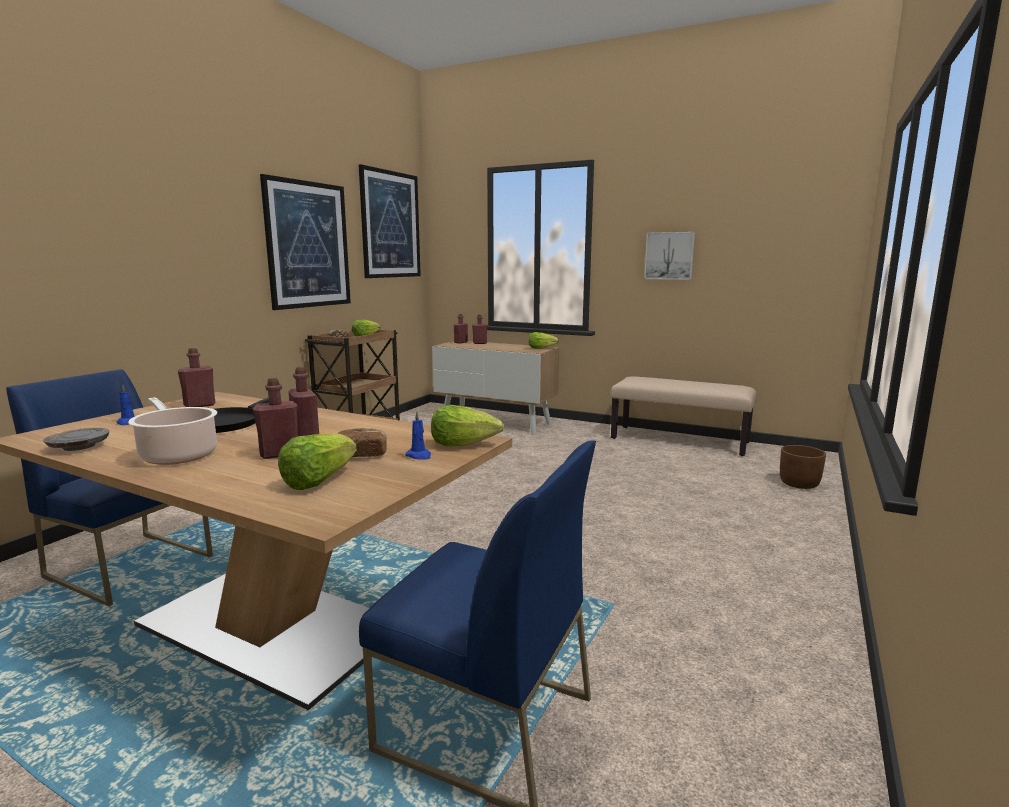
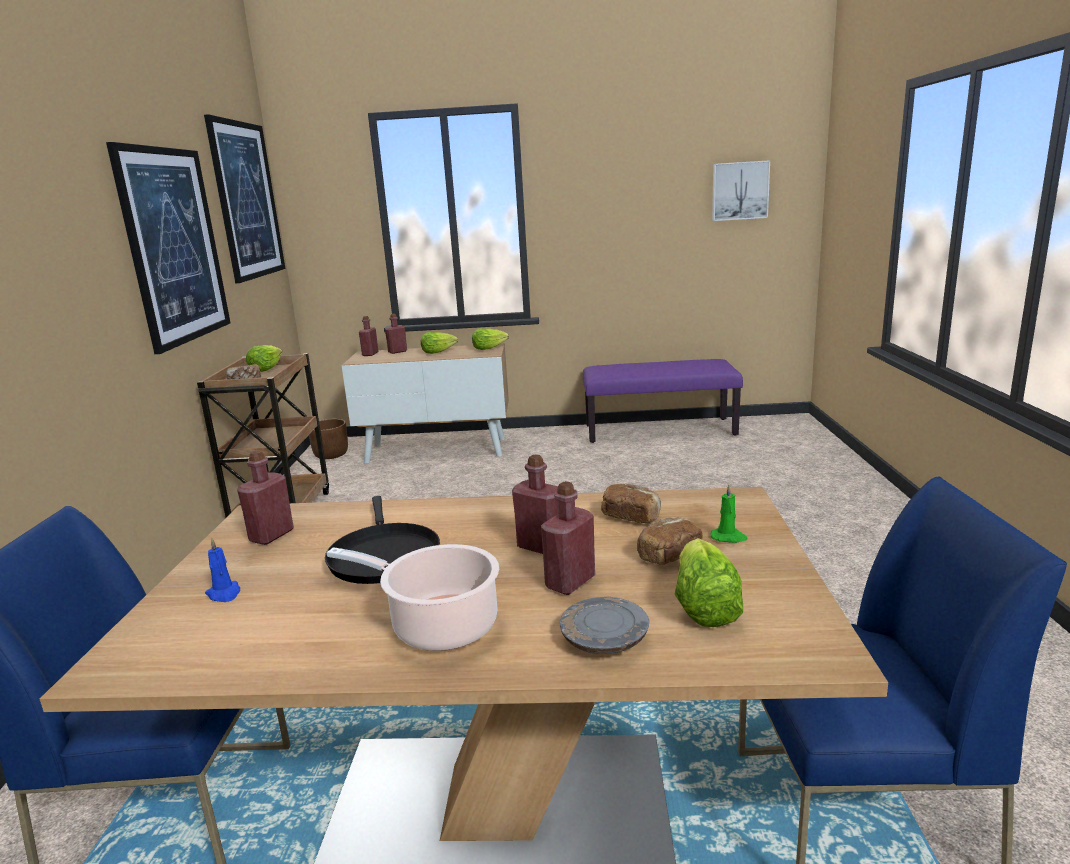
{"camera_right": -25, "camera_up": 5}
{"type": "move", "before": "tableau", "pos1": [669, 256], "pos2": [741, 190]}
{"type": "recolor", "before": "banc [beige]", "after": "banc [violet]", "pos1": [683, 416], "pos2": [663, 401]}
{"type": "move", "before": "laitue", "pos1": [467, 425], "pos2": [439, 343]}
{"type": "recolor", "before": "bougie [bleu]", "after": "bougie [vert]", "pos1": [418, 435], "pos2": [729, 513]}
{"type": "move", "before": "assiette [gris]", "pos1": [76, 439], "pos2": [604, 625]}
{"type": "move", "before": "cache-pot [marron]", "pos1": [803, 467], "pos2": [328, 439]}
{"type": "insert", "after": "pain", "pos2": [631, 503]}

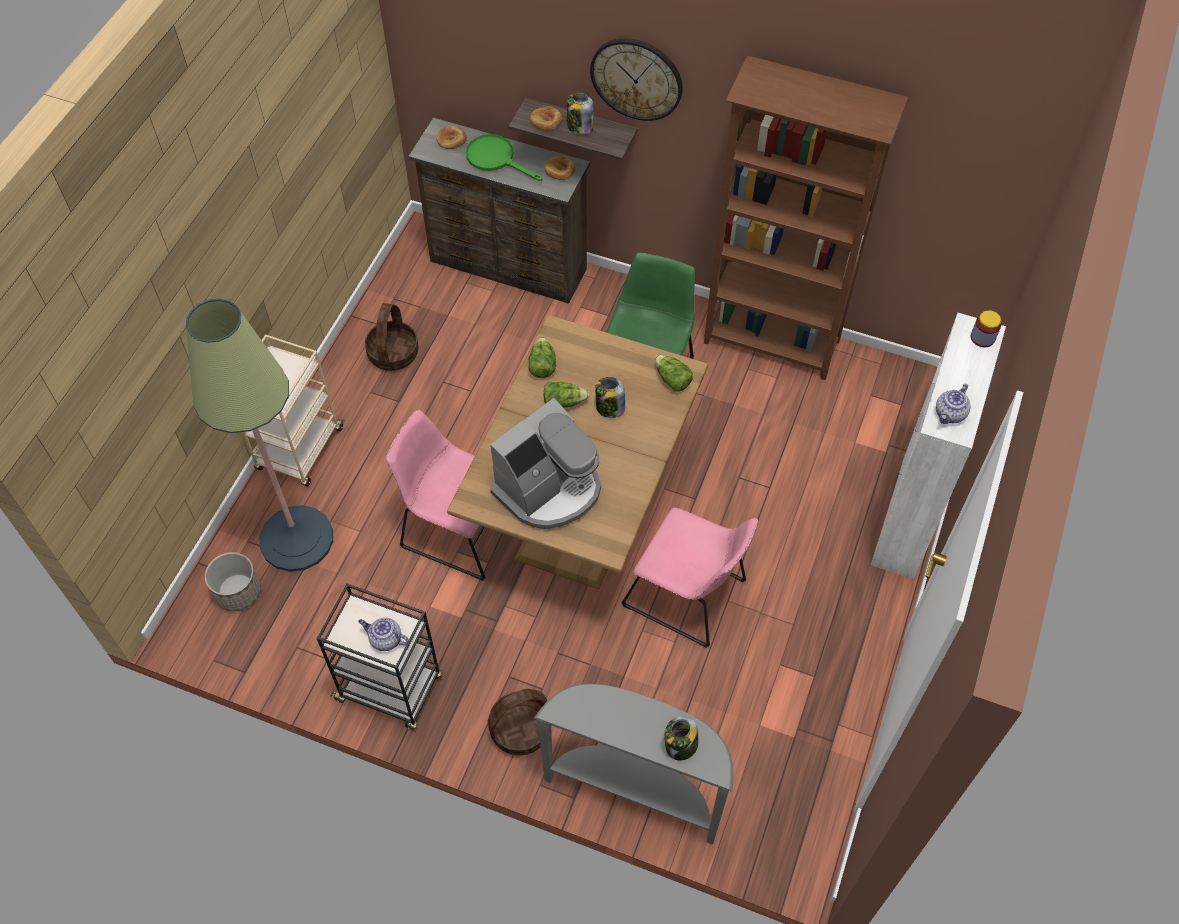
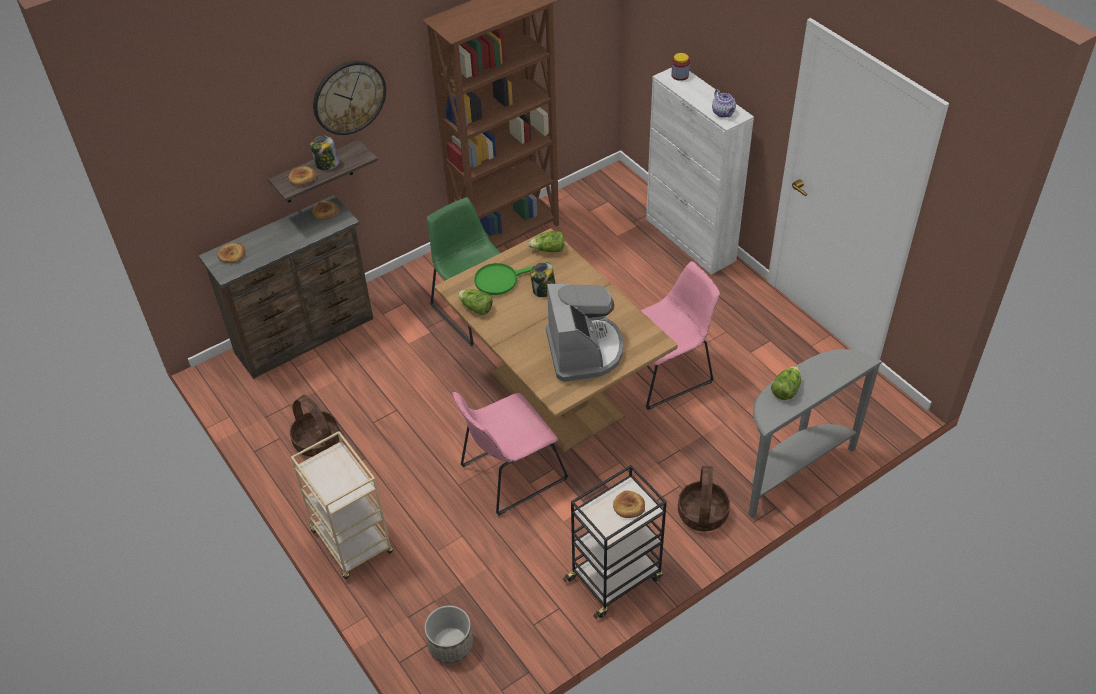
{"camera_right": -55, "camera_up": -10}
{"type": "move", "before": "poêle [vert]", "pos1": [504, 157], "pos2": [512, 278]}
{"type": "delete", "before": "lampadaire", "pos1": [259, 435]}
{"type": "move", "before": "laitue", "pos1": [566, 395], "pos2": [786, 383]}
{"type": "replace", "before": "théière", "after": "pain", "pos1": [383, 634], "pos2": [629, 504]}
{"type": "delete", "before": "bocal", "pos1": [682, 738]}

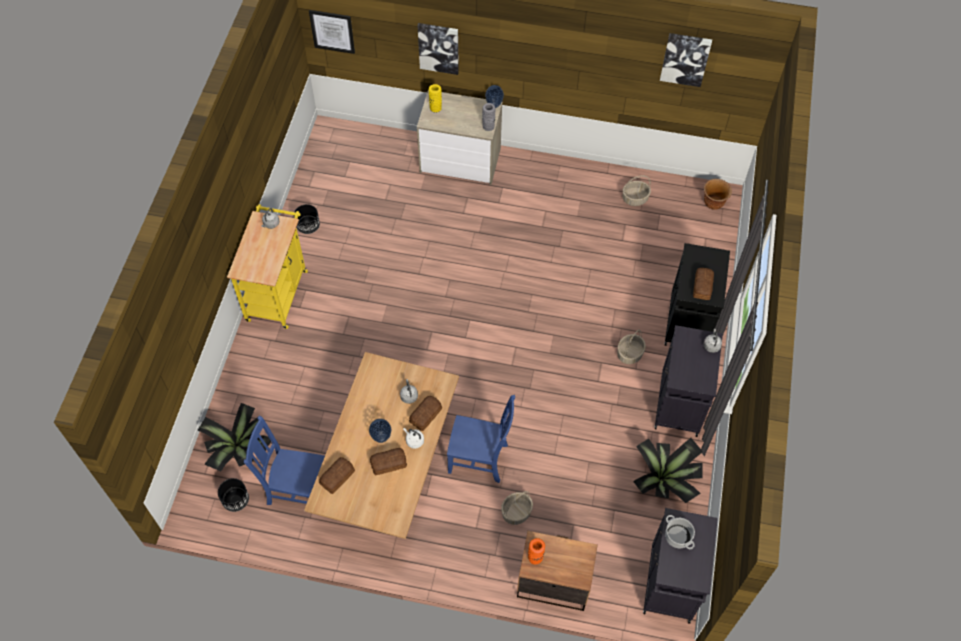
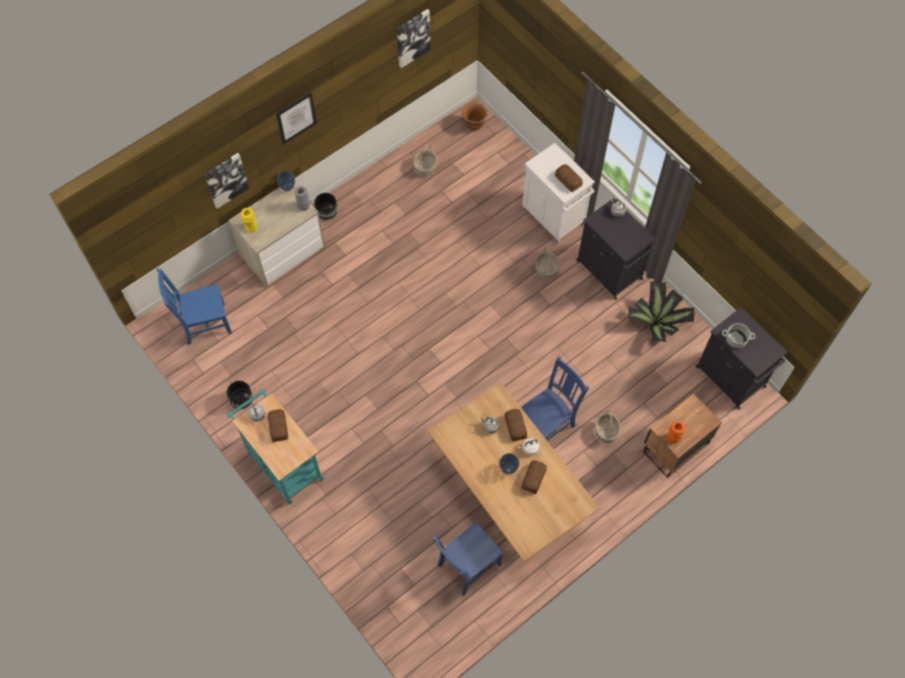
{"camera_right": -50, "camera_up": 5}
{"type": "move", "before": "tableau", "pos1": [332, 32], "pos2": [296, 118]}
{"type": "recolor", "before": "chariot [jaune]", "after": "chariot [turquoise]", "pos1": [267, 266], "pos2": [275, 446]}
{"type": "recolor", "before": "meuble de rangement [noir]", "after": "meuble de rangement [blanc]", "pos1": [697, 294], "pos2": [558, 193]}
{"type": "delete", "before": "plante en pot", "pos1": [234, 437]}
{"type": "move", "before": "pain", "pos1": [337, 475], "pos2": [278, 425]}
{"type": "move", "before": "cache-pot [noir]", "pos1": [233, 495], "pos2": [326, 206]}
{"type": "insert", "after": "chaise [bleu]", "pos2": [194, 306]}

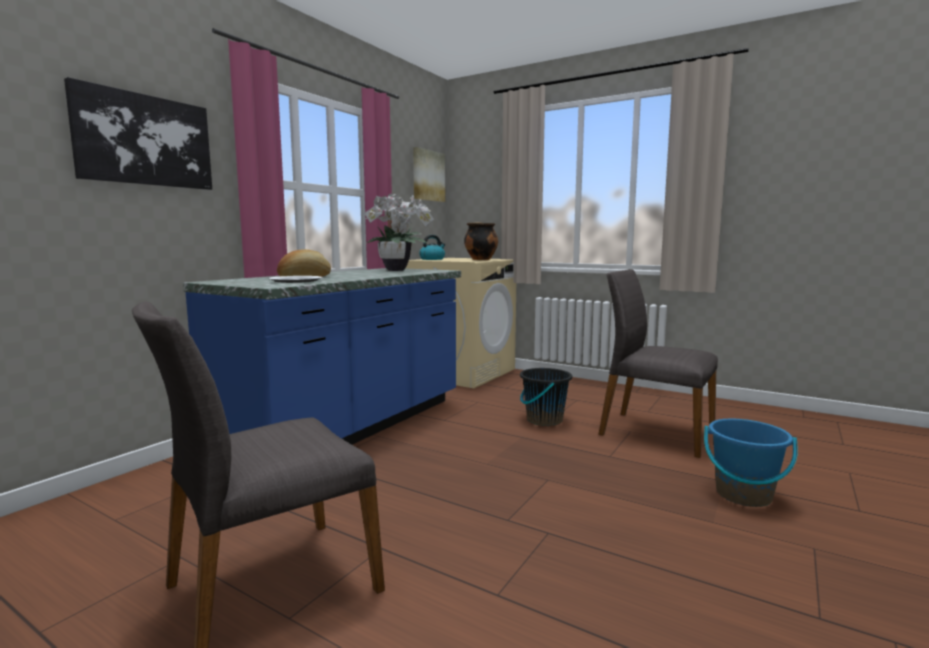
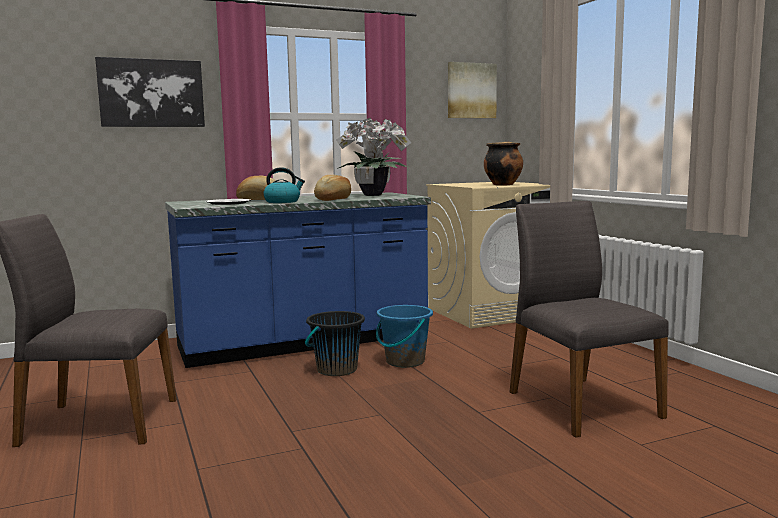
{"camera_right": 35, "camera_up": 0}
{"type": "move", "before": "bouilloire", "pos1": [432, 247], "pos2": [284, 185]}
{"type": "move", "before": "seau [noir]", "pos1": [546, 397], "pos2": [335, 343]}
{"type": "move", "before": "seau [bleu]", "pos1": [751, 463], "pos2": [404, 336]}
{"type": "insert", "after": "pain", "pos2": [332, 188]}

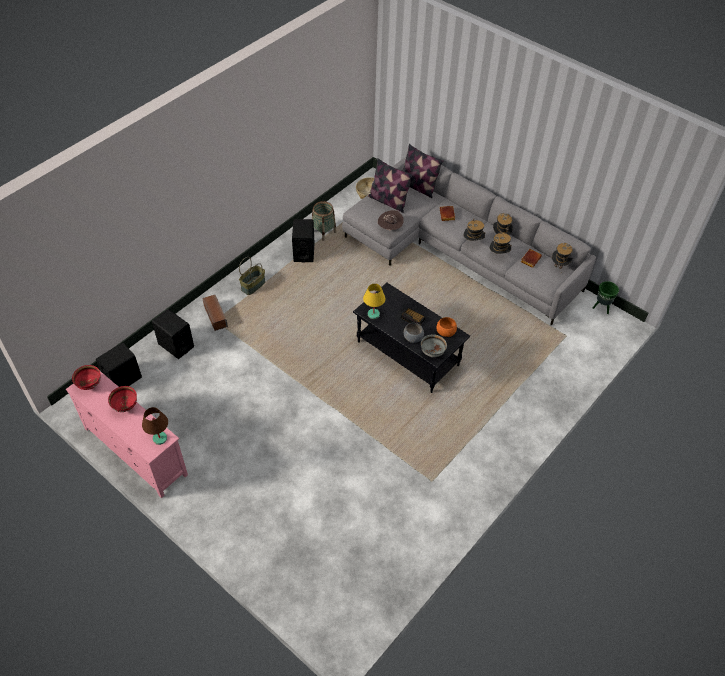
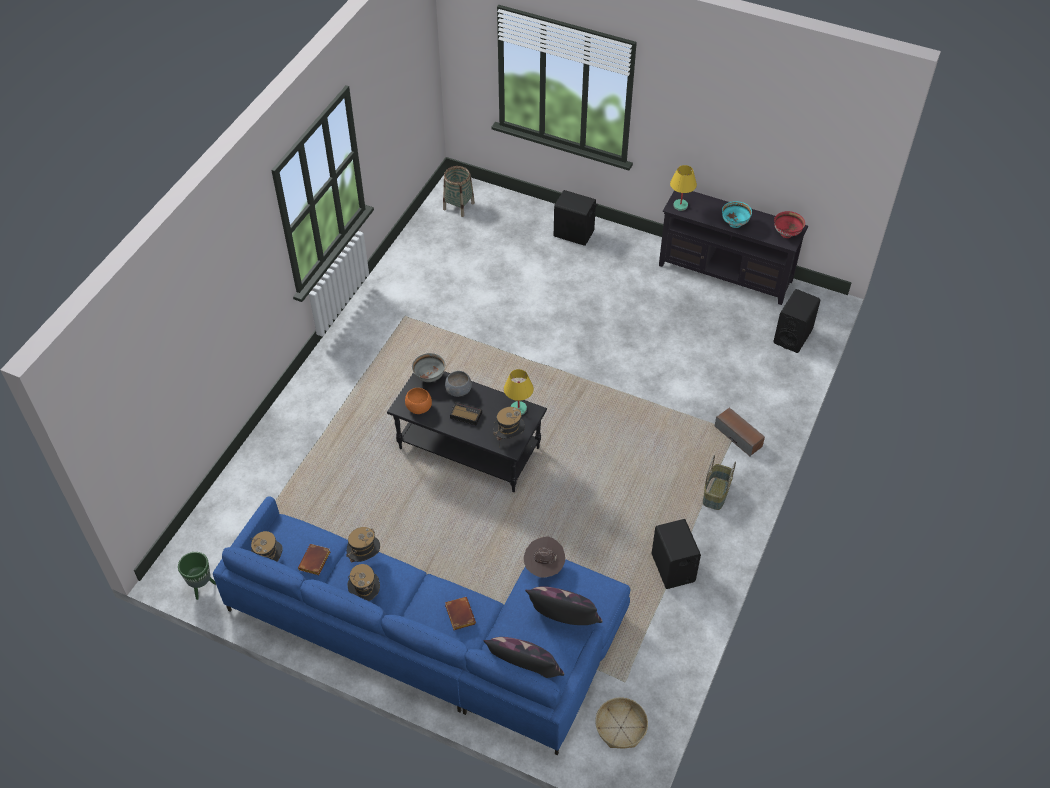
{"camera_right": 165, "camera_up": 0}
{"type": "recolor", "before": "canapé [gris]", "after": "canapé [bleu]", "pos1": [469, 237], "pos2": [421, 625]}
{"type": "move", "before": "panier", "pos1": [324, 221], "pos2": [459, 191]}
{"type": "move", "before": "chapeau", "pos1": [474, 229], "pos2": [509, 423]}
{"type": "move", "before": "enceinte [noir]", "pos1": [173, 334], "pos2": [575, 218]}
{"type": "recolor", "before": "meuble télé [rose]", "after": "meuble télé [noir]", "pos1": [127, 434], "pos2": [733, 247]}
{"type": "recolor", "before": "bol [rouge]", "after": "bol [turquoise]", "pos1": [122, 399], "pos2": [737, 214]}
{"type": "recolor", "before": "lampe de table [marron]", "after": "lampe de table [jaune]", "pos1": [155, 426], "pos2": [683, 188]}

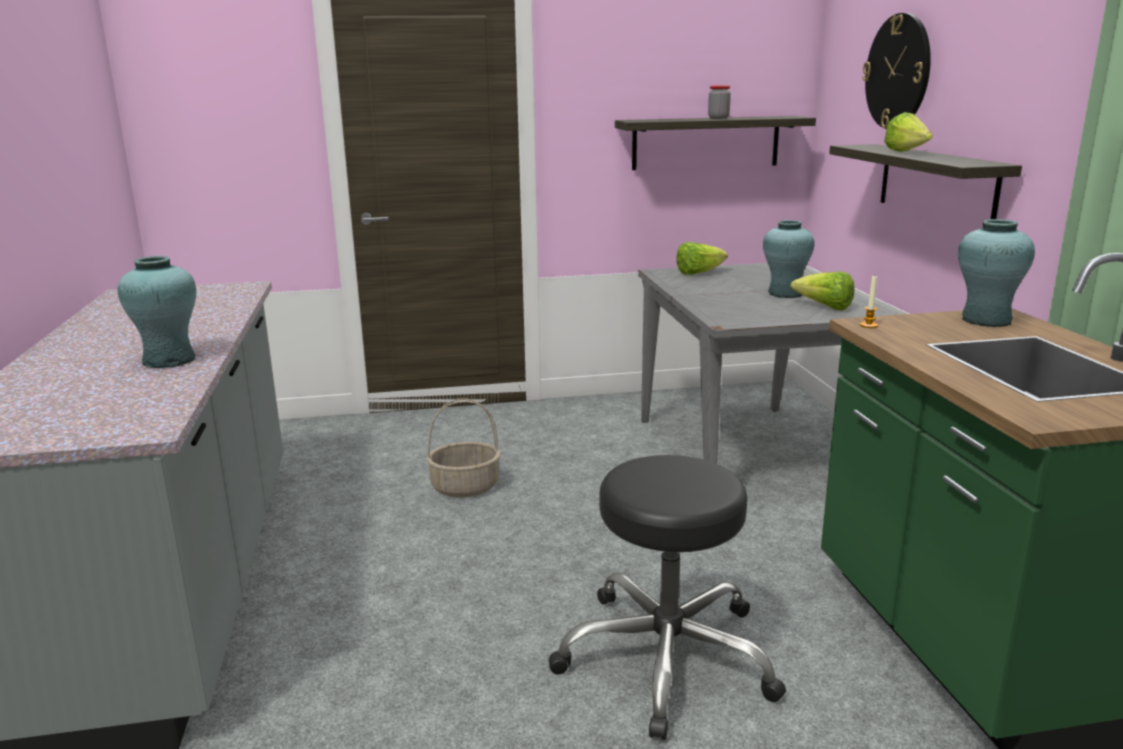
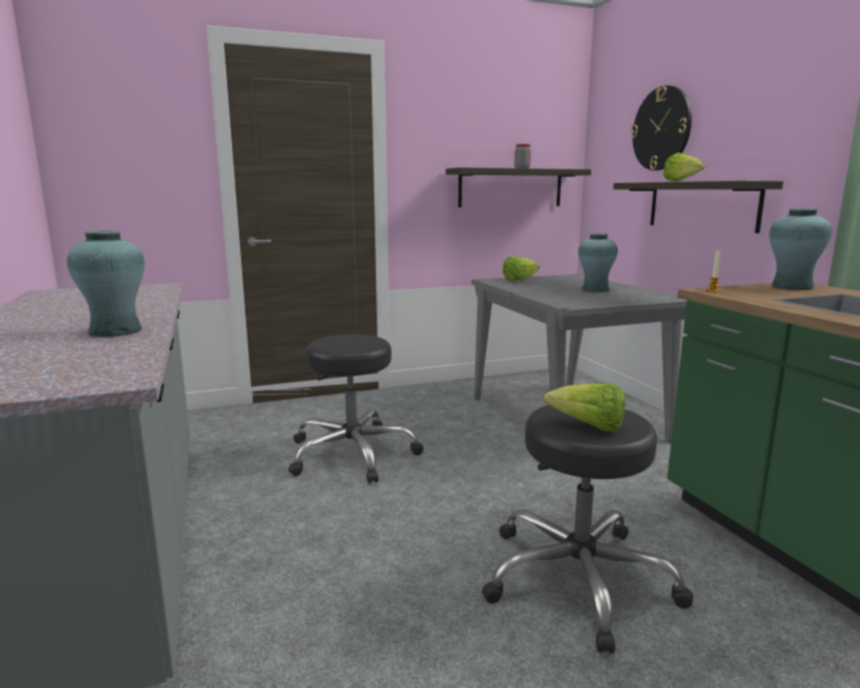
{"camera_right": -10, "camera_up": -5}
{"type": "move", "before": "laitue", "pos1": [822, 291], "pos2": [584, 407]}
{"type": "replace", "before": "panier", "after": "tabouret [noir]", "pos1": [463, 447], "pos2": [356, 408]}

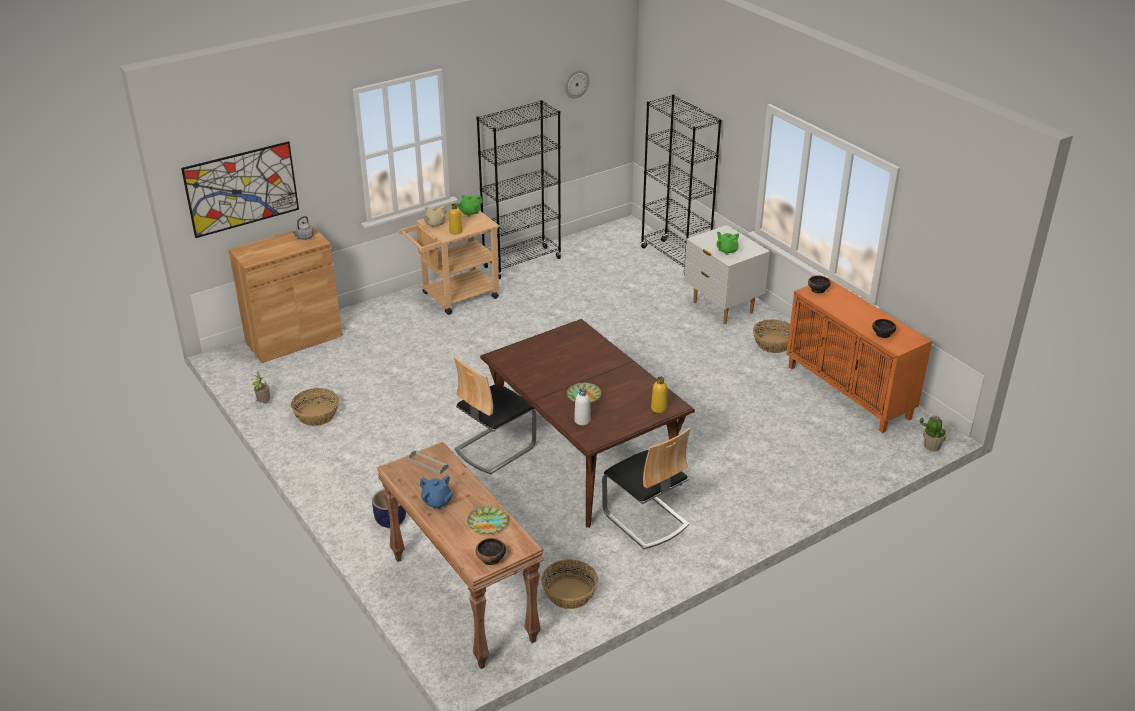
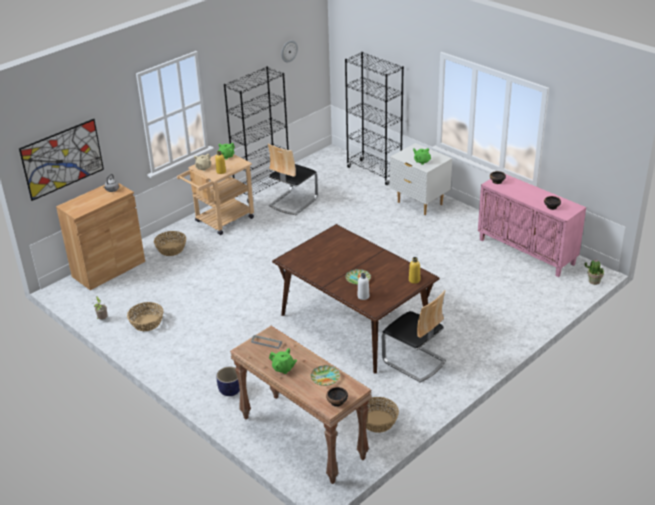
{"camera_right": -10, "camera_up": 0}
{"type": "recolor", "before": "meuble de rangement [orange]", "after": "meuble de rangement [rose]", "pos1": [859, 355], "pos2": [532, 225]}
{"type": "move", "before": "panier", "pos1": [771, 336], "pos2": [170, 243]}
{"type": "move", "before": "chaise", "pos1": [495, 415], "pos2": [293, 179]}
{"type": "recolor", "before": "théière [bleu]", "after": "théière [vert]", "pos1": [436, 493], "pos2": [283, 361]}

